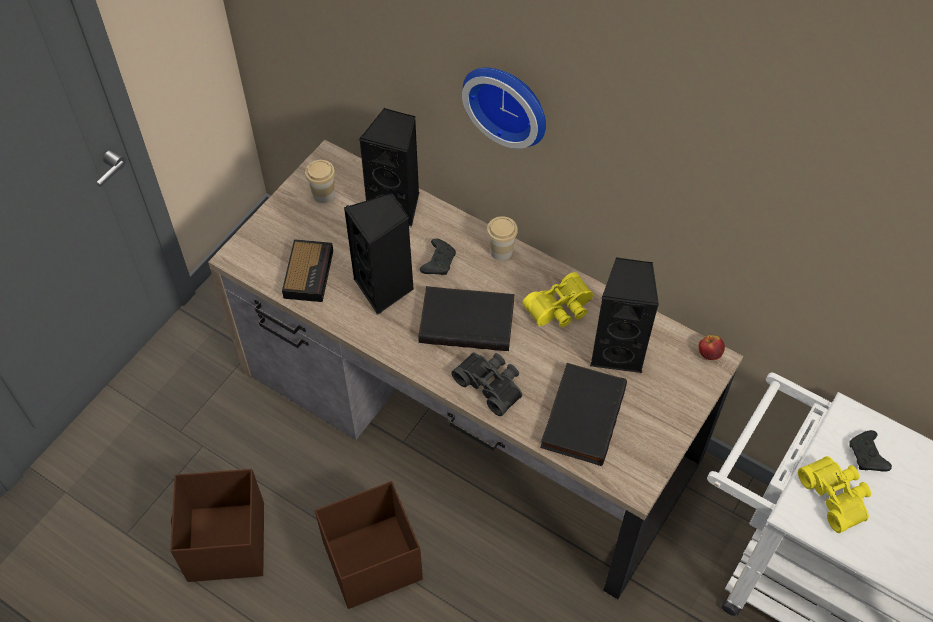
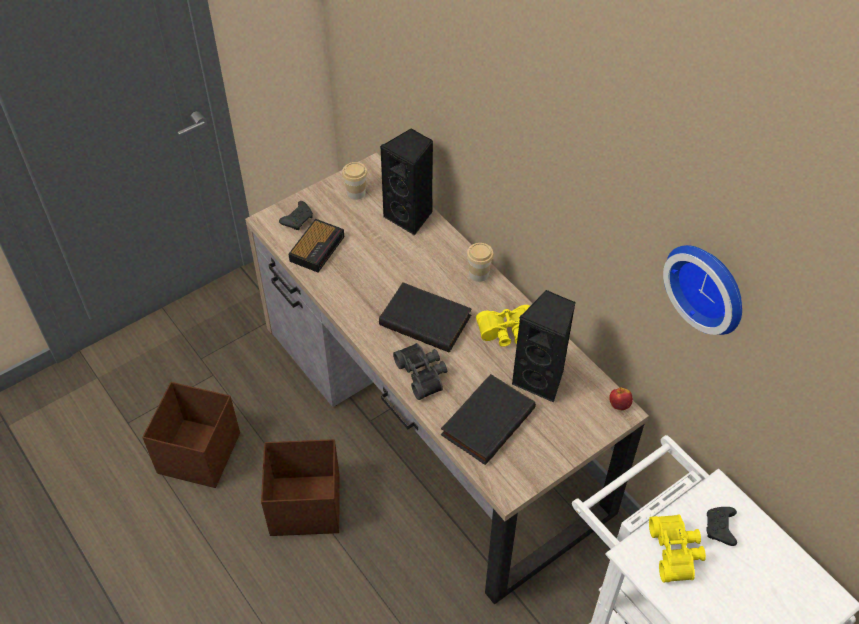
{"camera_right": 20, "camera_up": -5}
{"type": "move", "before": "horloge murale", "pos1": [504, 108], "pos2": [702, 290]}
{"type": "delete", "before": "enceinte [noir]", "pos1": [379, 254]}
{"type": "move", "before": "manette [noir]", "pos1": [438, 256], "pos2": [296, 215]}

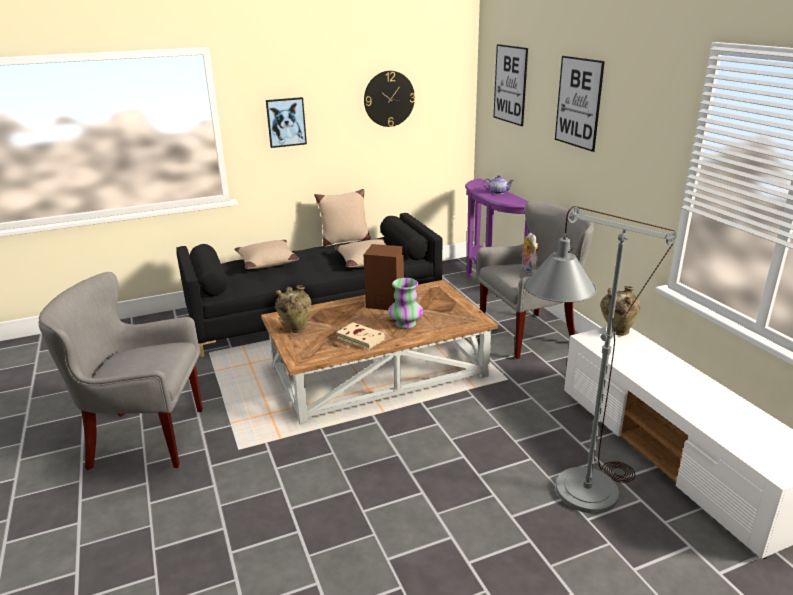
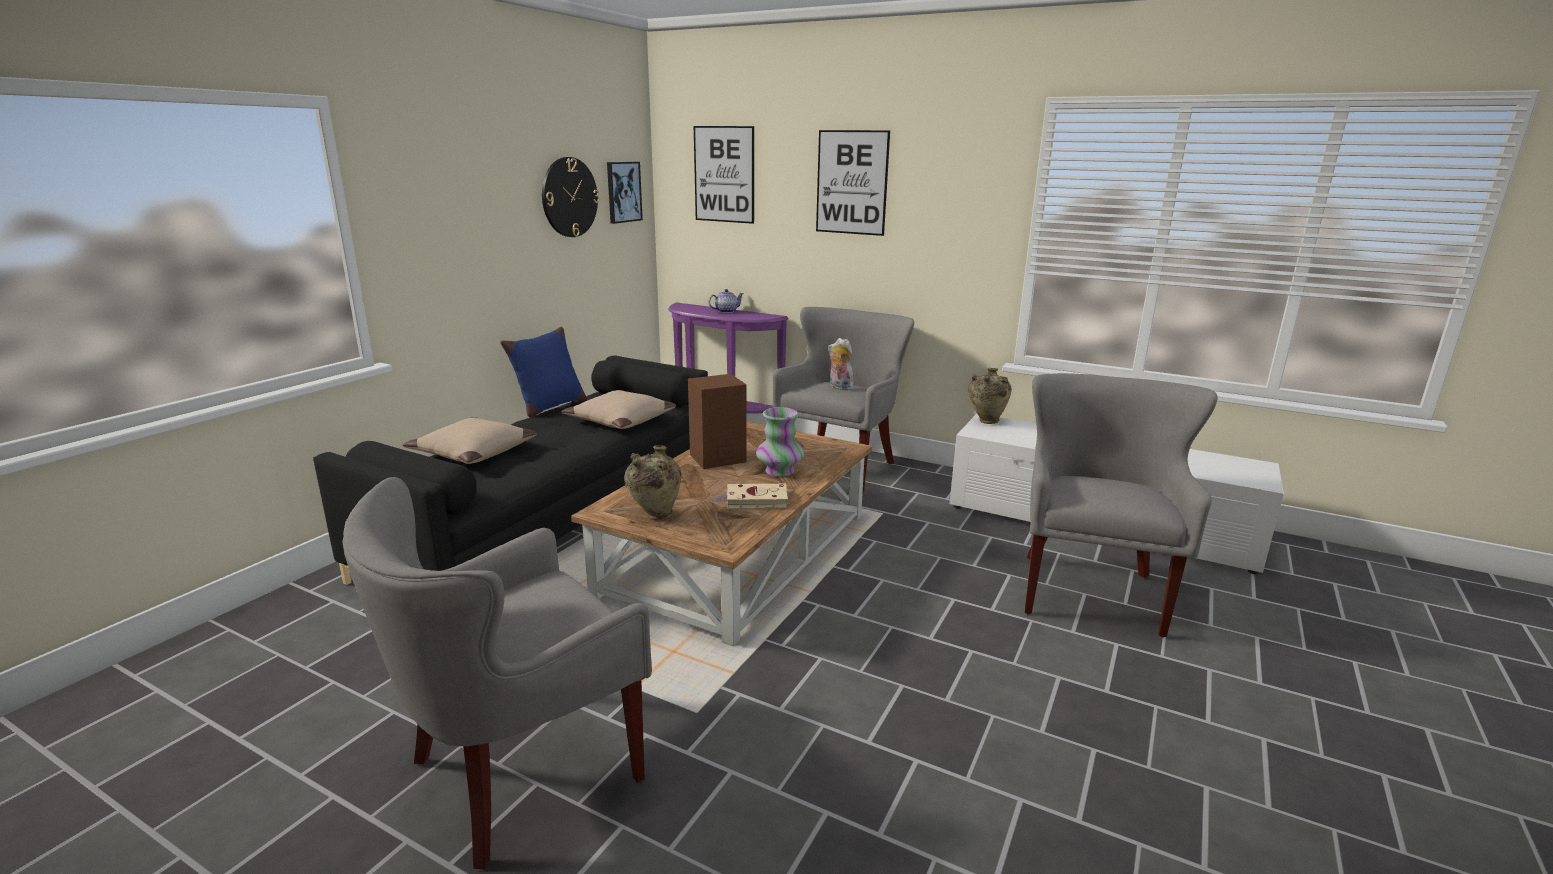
{"camera_right": -40, "camera_up": -5}
{"type": "move", "before": "tableau", "pos1": [286, 122], "pos2": [625, 193]}
{"type": "recolor", "before": "coussin [beige]", "after": "coussin [bleu]", "pos1": [342, 217], "pos2": [543, 372]}
{"type": "replace", "before": "lampadaire [gris]", "after": "fauteuil [gris]", "pos1": [600, 360], "pos2": [1121, 505]}

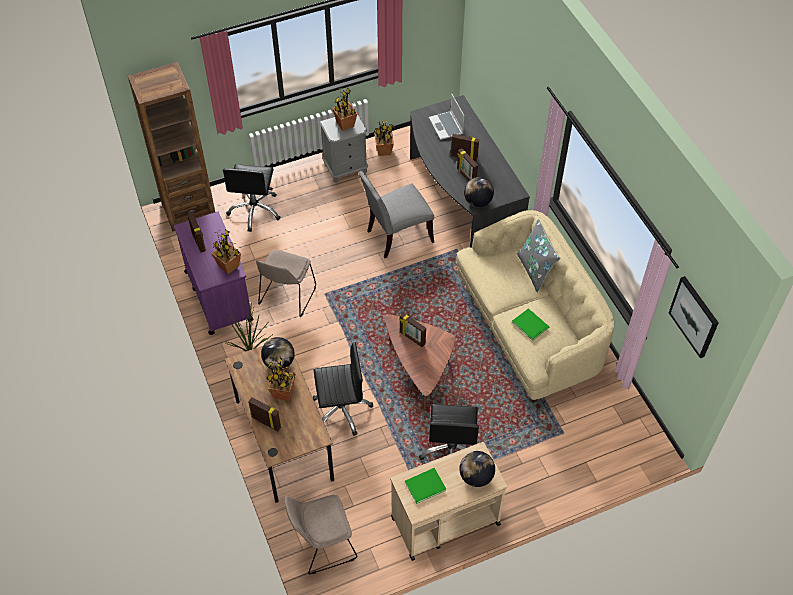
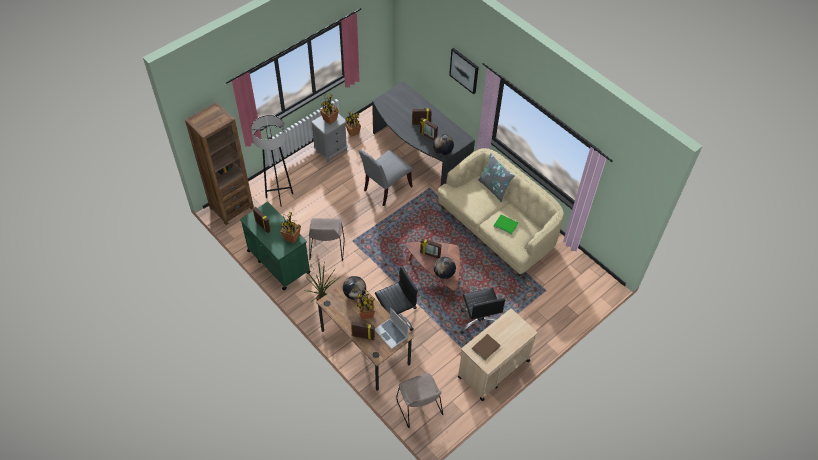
{"camera_right": -20, "camera_up": 0}
{"type": "move", "before": "ordinateur portable", "pos1": [446, 117], "pos2": [391, 328]}
{"type": "replace", "before": "chaise de bureau [noir]", "after": "lampadaire [noir]", "pos1": [252, 198], "pos2": [272, 161]}
{"type": "recolor", "before": "chariot [violet]", "after": "chariot [vert]", "pos1": [214, 273], "pos2": [275, 246]}
{"type": "move", "before": "tableau", "pos1": [694, 317], "pos2": [464, 71]}
{"type": "move", "before": "globe", "pos1": [477, 469], "pos2": [445, 268]}
{"type": "recolor", "before": "livre [vert]", "after": "livre [marron]", "pos1": [425, 486], "pos2": [486, 347]}
{"type": "rotate", "before": "chaise [beige]", "pos1": [321, 534], "pos2": [419, 400], "turn": -75}

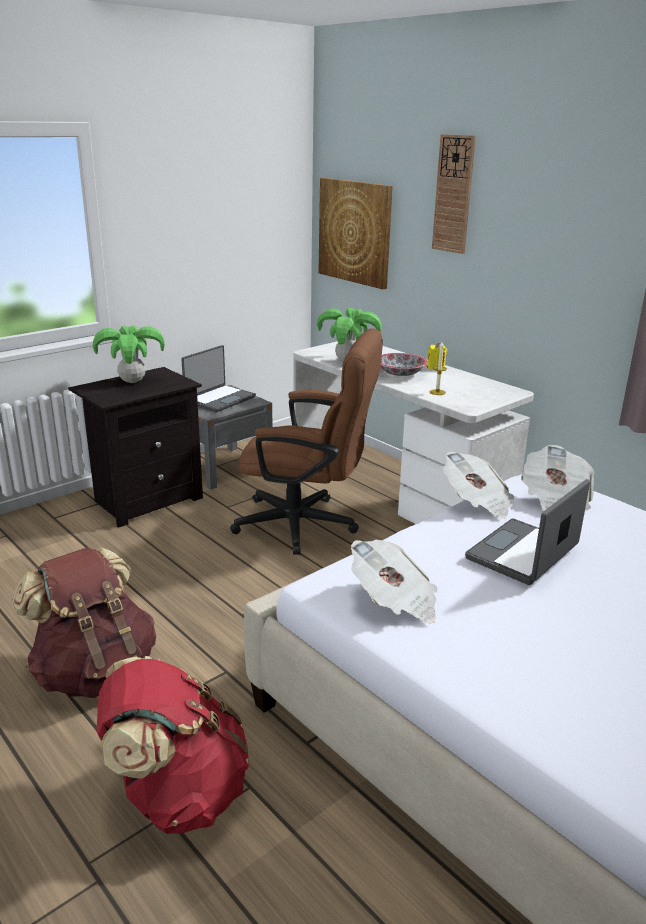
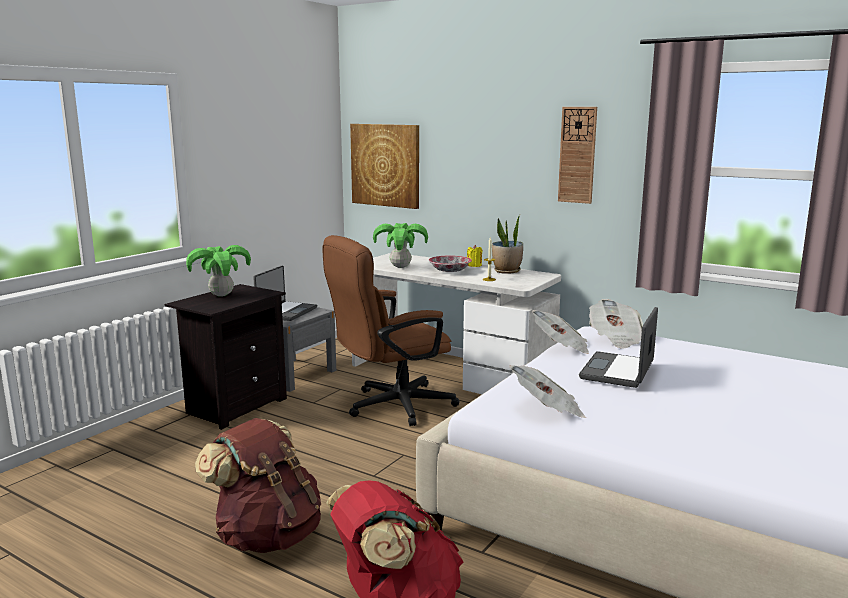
{"camera_right": -15, "camera_up": -10}
{"type": "move", "before": "horloge murale", "pos1": [454, 194], "pos2": [577, 155]}
{"type": "rotate", "before": "chaise de bureau [marron]", "pos1": [306, 441], "pos2": [390, 330], "turn": 150}
{"type": "insert", "after": "plante en pot", "pos2": [507, 244]}

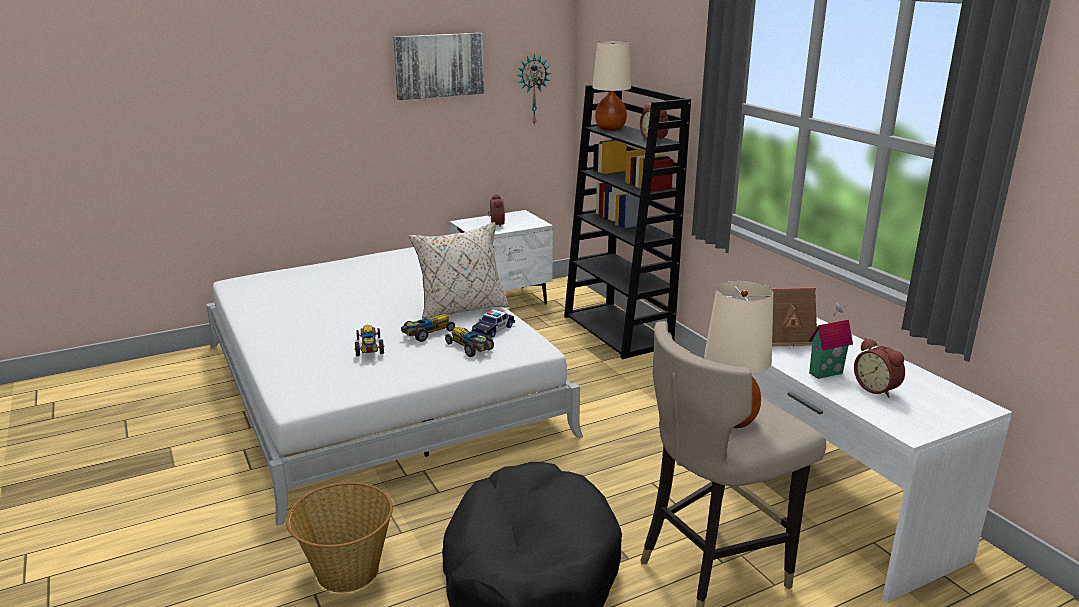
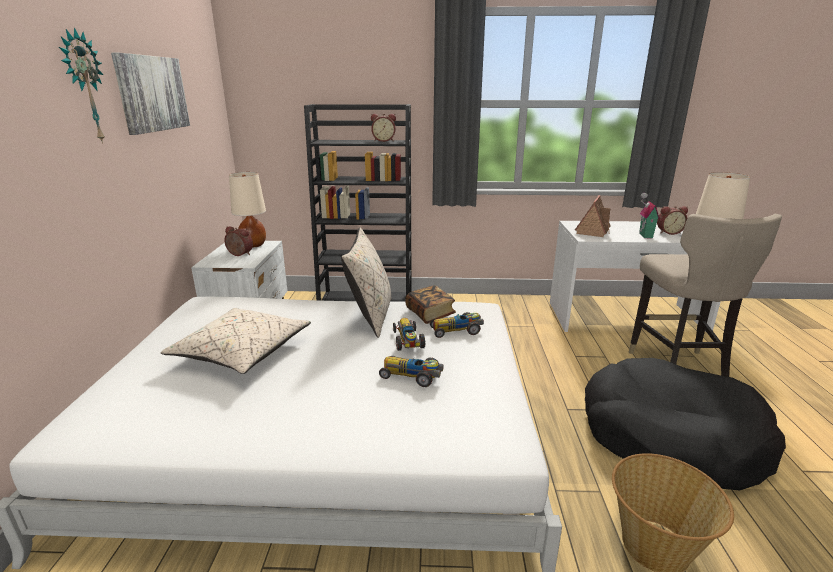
{"camera_right": -60, "camera_up": 0}
{"type": "move", "before": "lampe de table [beige]", "pos1": [611, 86], "pos2": [247, 210]}
{"type": "move", "before": "horloge murale", "pos1": [534, 90], "pos2": [82, 85]}
{"type": "replace", "before": "petite voiture", "after": "livre", "pos1": [493, 323], "pos2": [430, 304]}
{"type": "insert", "after": "coussin [beige]", "pos2": [235, 341]}

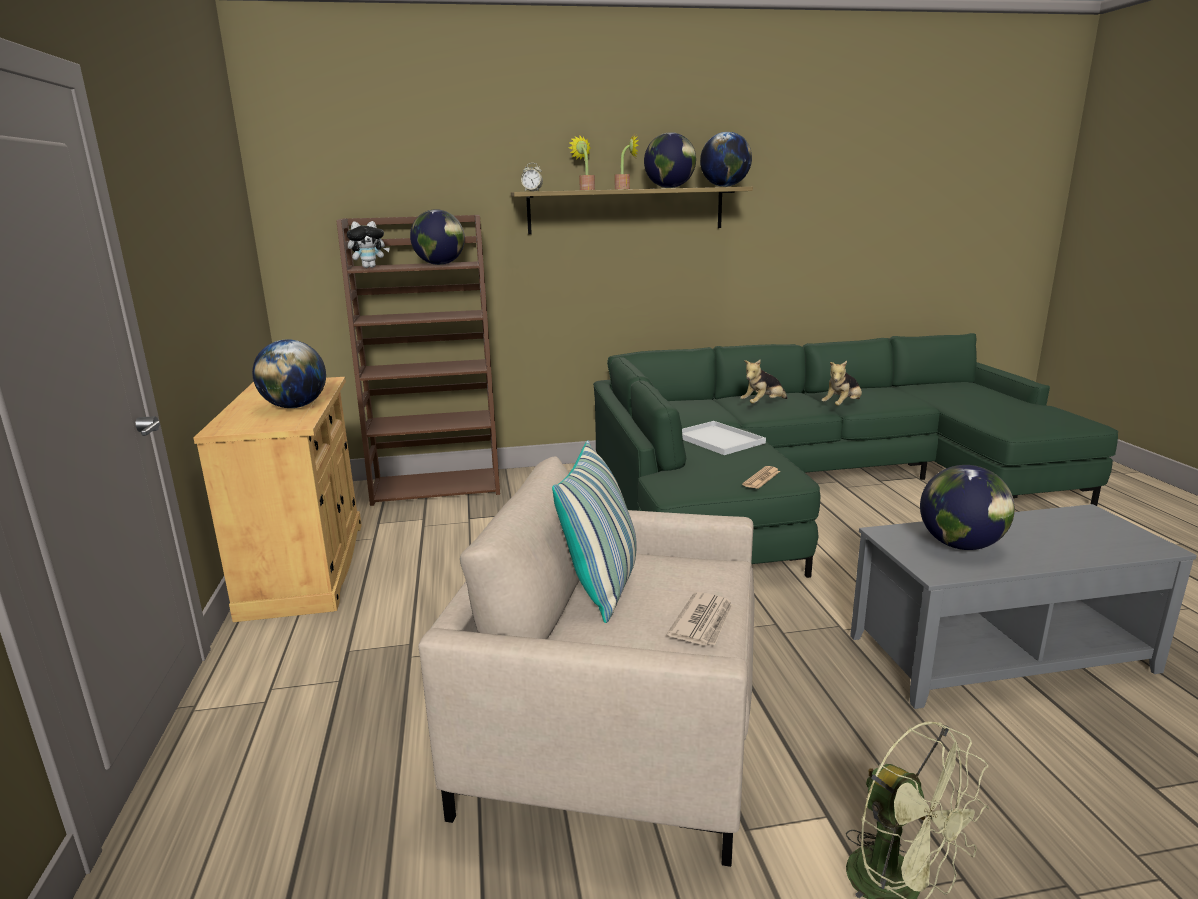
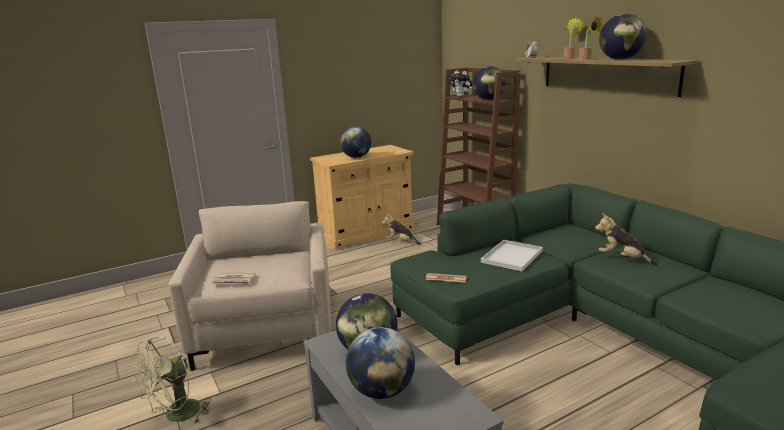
{"camera_right": 70, "camera_up": 0}
{"type": "move", "before": "globe", "pos1": [726, 159], "pos2": [380, 363]}
{"type": "move", "before": "peluche", "pos1": [841, 383], "pos2": [401, 229]}
{"type": "delete", "before": "coussin", "pos1": [594, 531]}

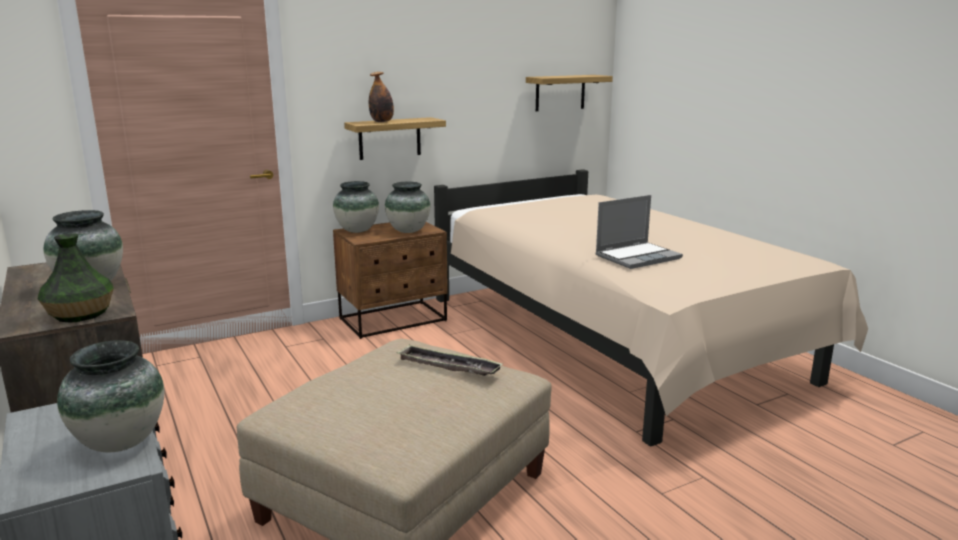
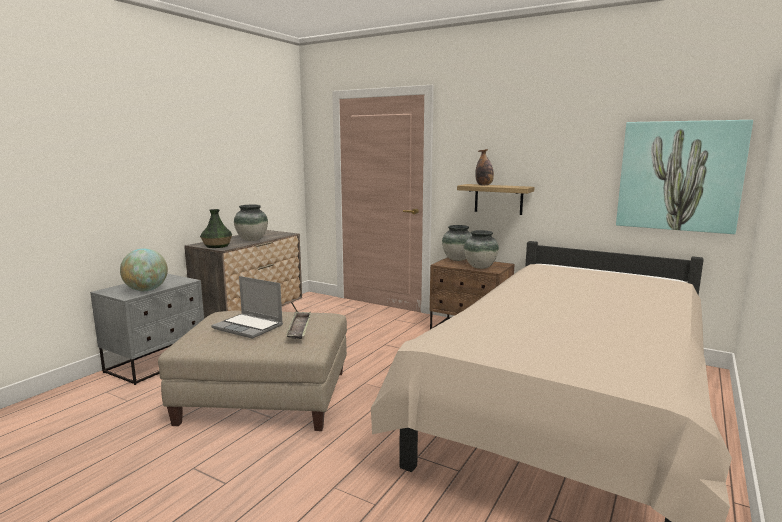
{"camera_right": 60, "camera_up": -5}
{"type": "replace", "before": "étagère", "after": "tableau", "pos1": [569, 93], "pos2": [684, 177]}
{"type": "move", "before": "ordinateur portable", "pos1": [639, 232], "pos2": [247, 307]}
{"type": "replace", "before": "vase", "after": "globe", "pos1": [110, 396], "pos2": [144, 269]}

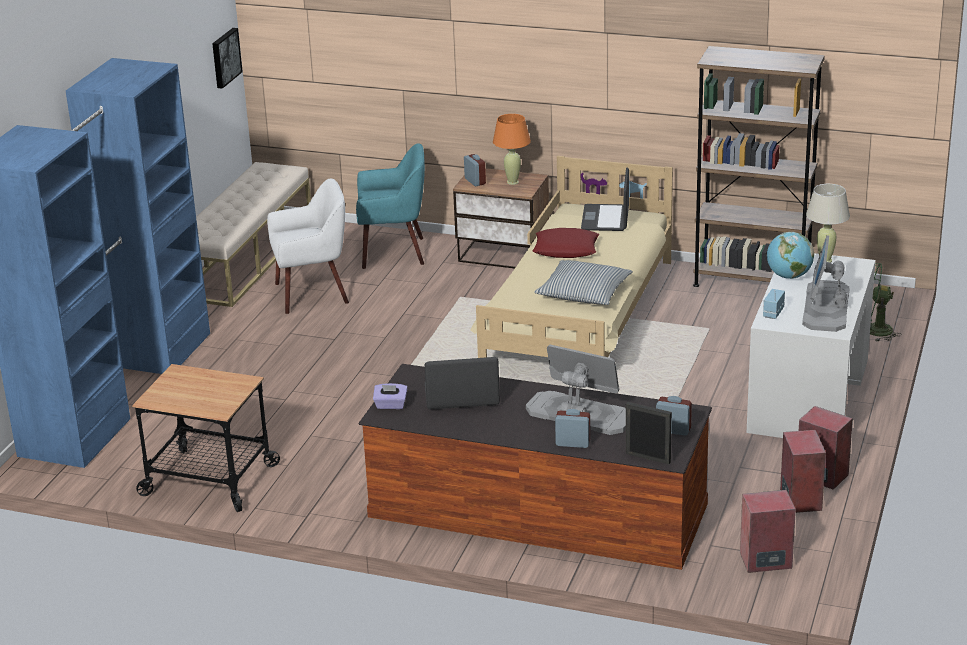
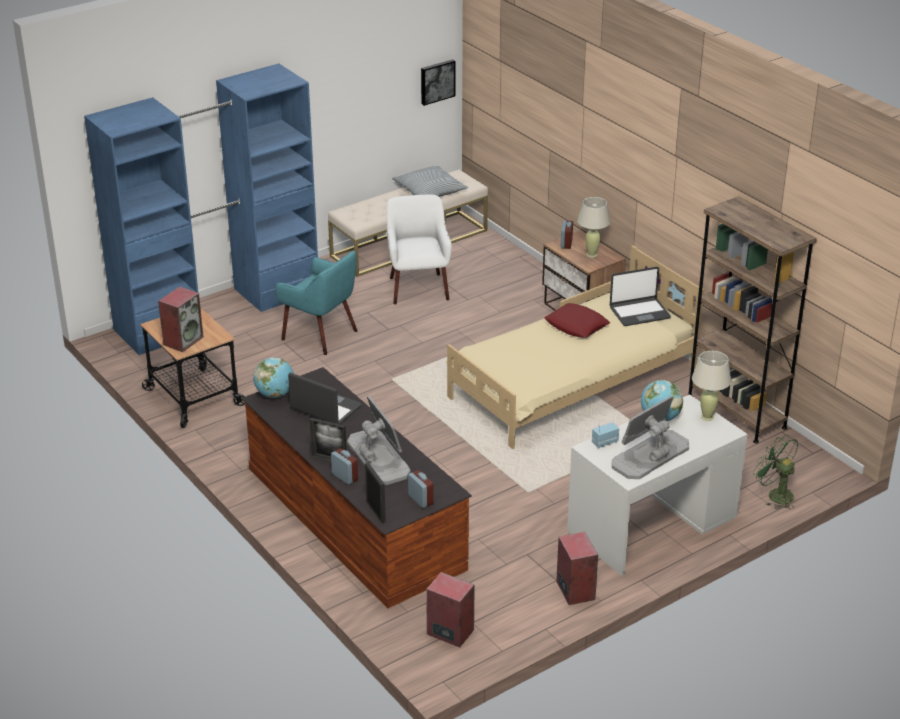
{"camera_right": 35, "camera_up": 5}
{"type": "recolor", "before": "lampe de table [orange]", "after": "lampe de table [beige]", "pos1": [512, 149], "pos2": [593, 227]}
{"type": "move", "before": "fauteuil [turquoise]", "pos1": [390, 206], "pos2": [316, 303]}
{"type": "rotate", "before": "ordinateur portable", "pos1": [605, 199], "pos2": [640, 296], "turn": -150}
{"type": "rotate", "before": "fauteuil [blanc]", "pos1": [308, 246], "pos2": [419, 249], "turn": -120}
{"type": "move", "before": "coussin", "pos1": [583, 282], "pos2": [430, 181]}
{"type": "replace", "before": "boîte à mouchoirs [violet]", "after": "globe", "pos1": [390, 396], "pos2": [273, 377]}
{"type": "move", "before": "enceinte", "pos1": [803, 471], "pos2": [180, 319]}
{"type": "insert", "after": "cadre photo", "pos2": [328, 440]}

